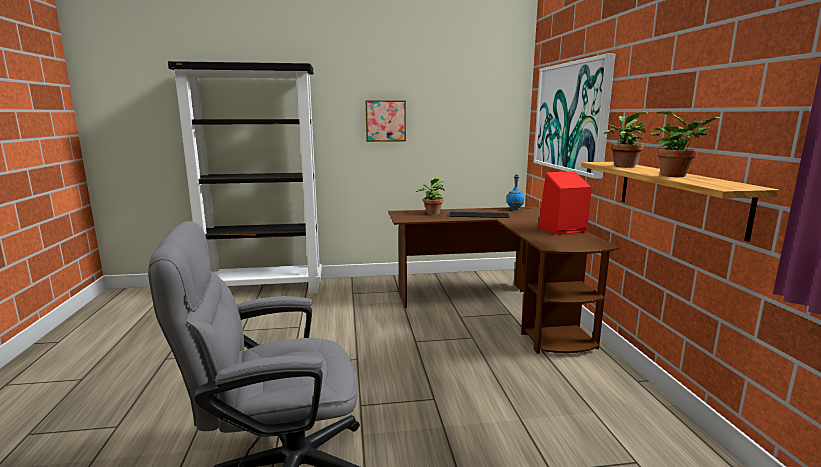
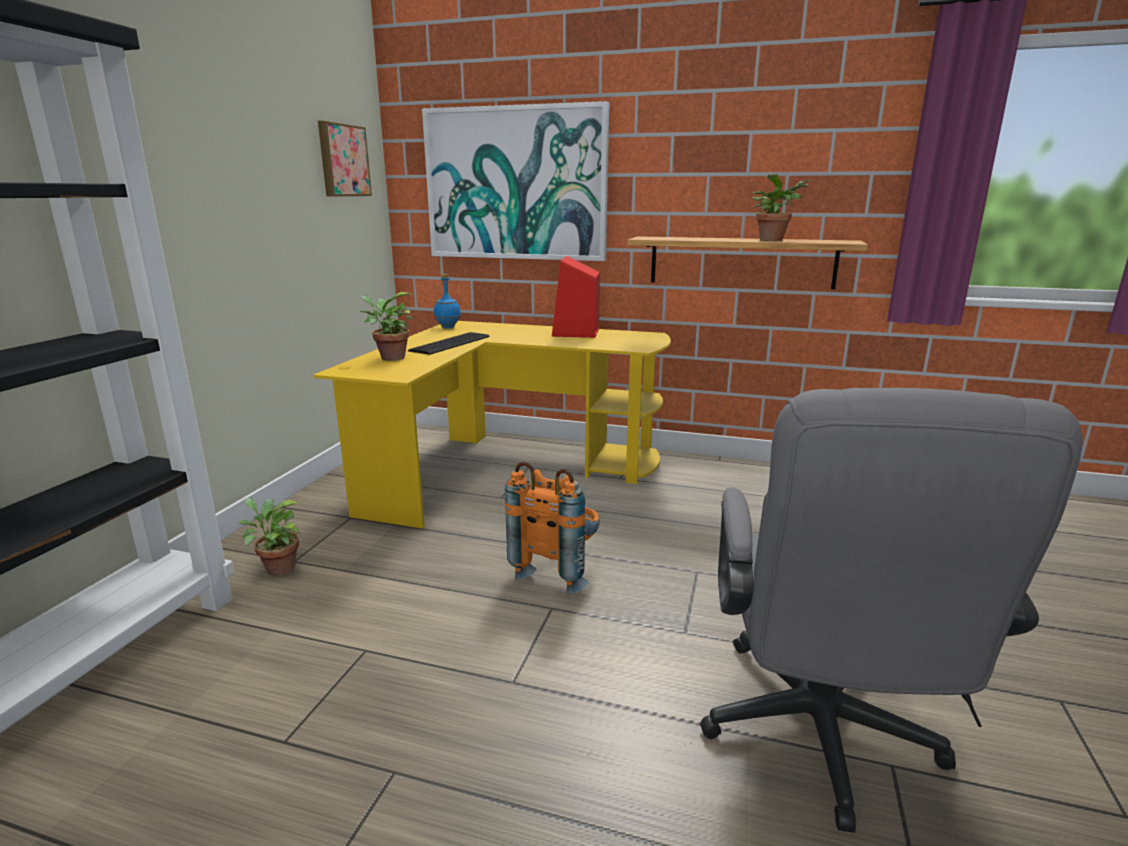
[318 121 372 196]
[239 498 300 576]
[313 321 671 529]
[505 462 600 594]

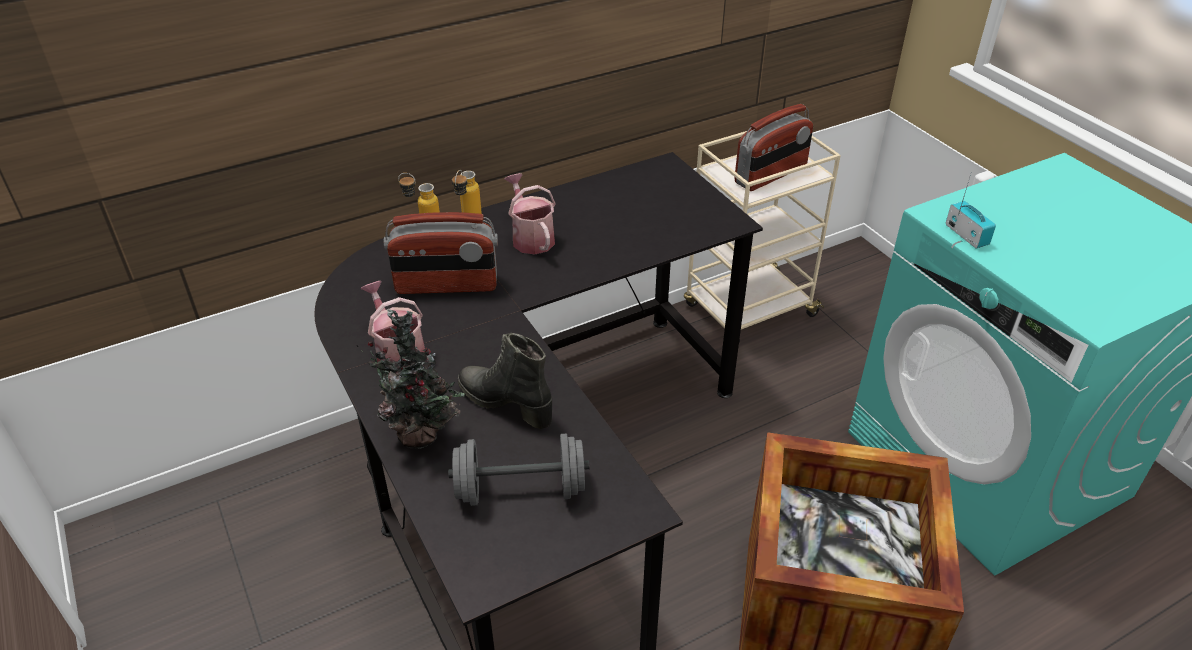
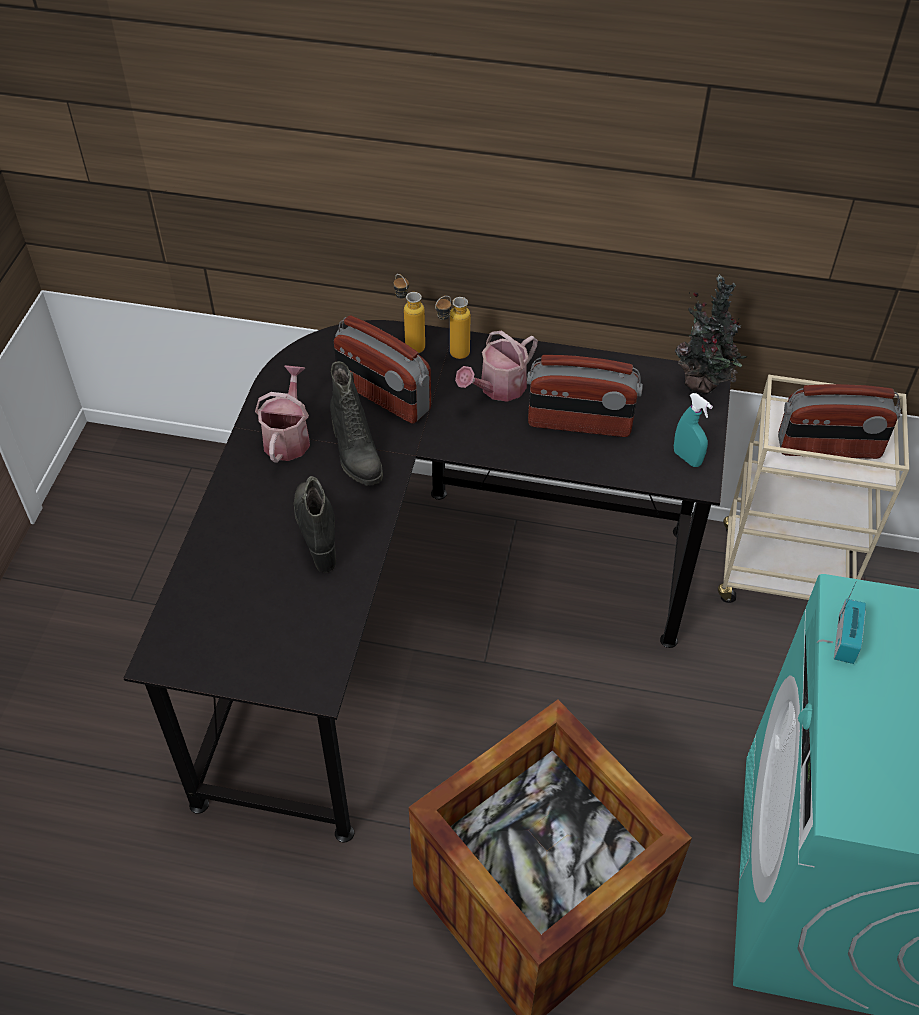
[455 331 538 402]
[675 274 747 395]
[448 434 589 506] (first image)
[527 355 643 437]
[330 361 383 486]
[674 393 713 467]

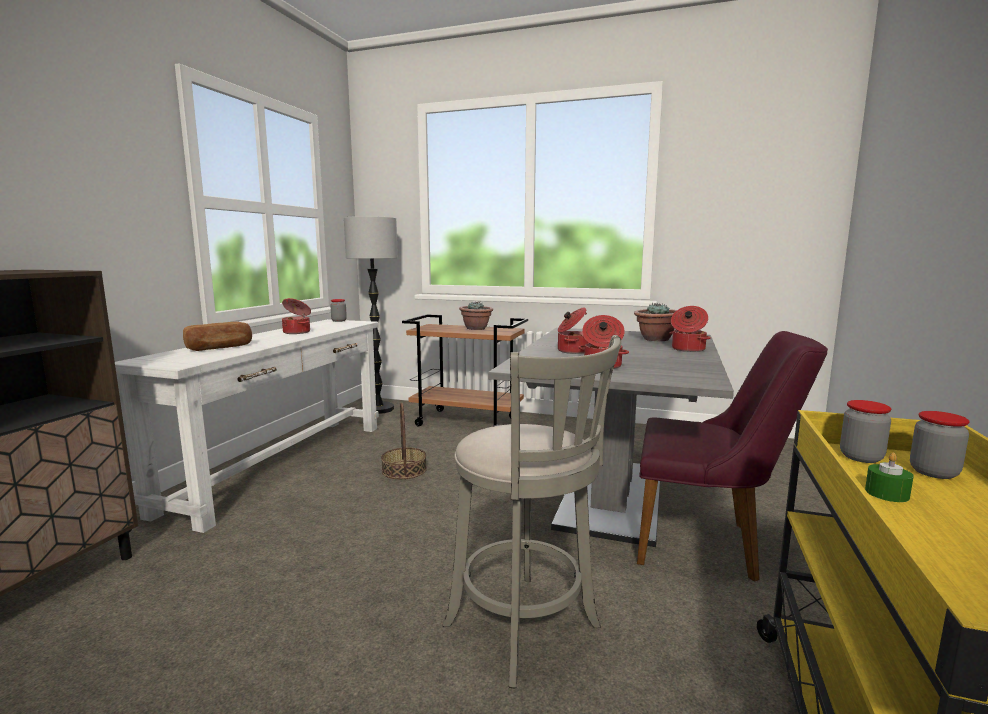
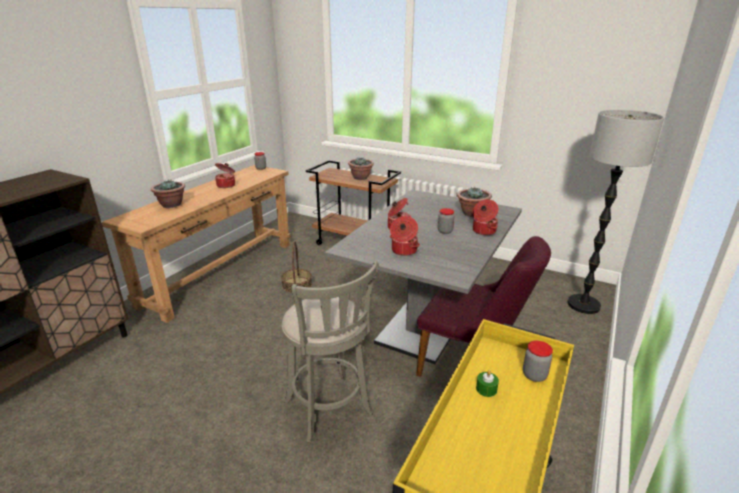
[567 110 664 314]
[102 165 291 323]
[151 179 185 208]
[438 208 454 234]

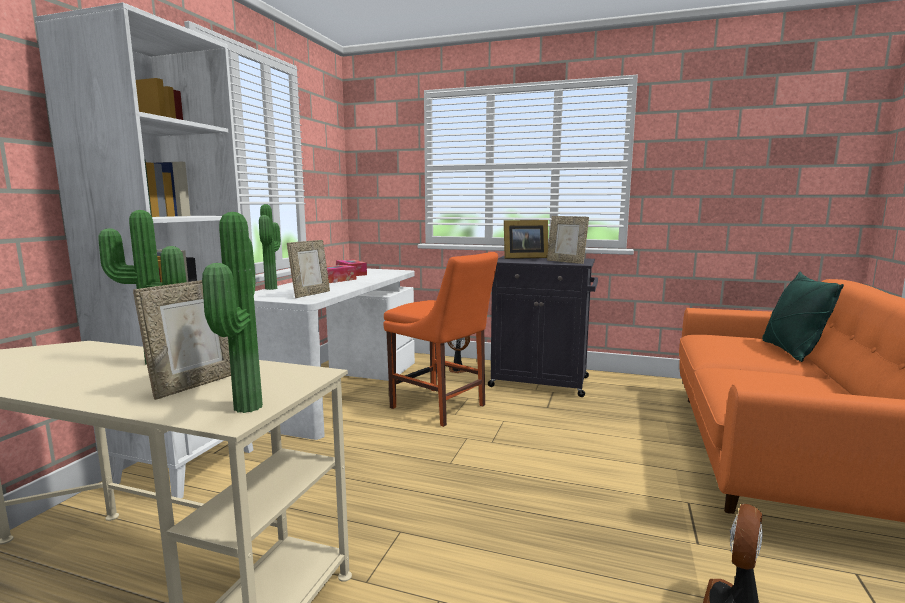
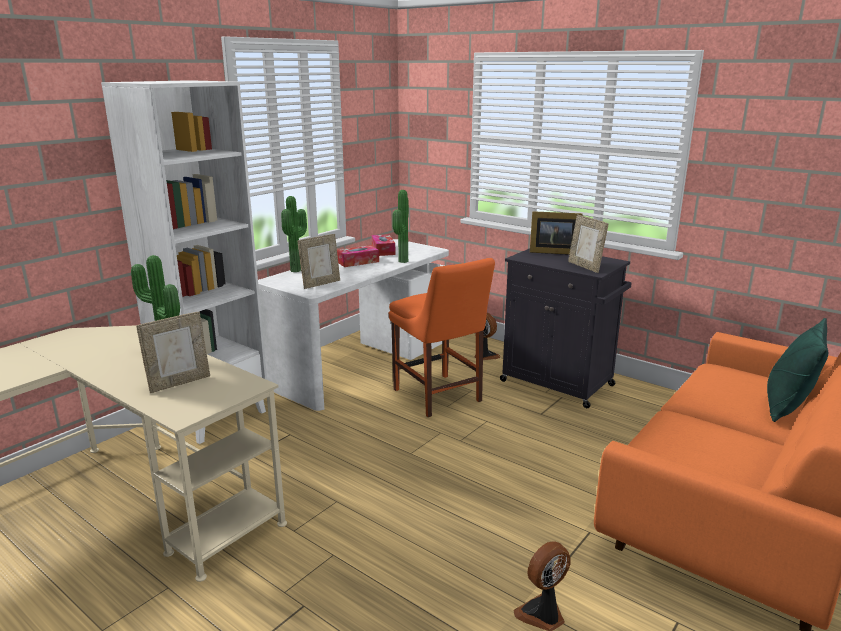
[392 190 409 263]

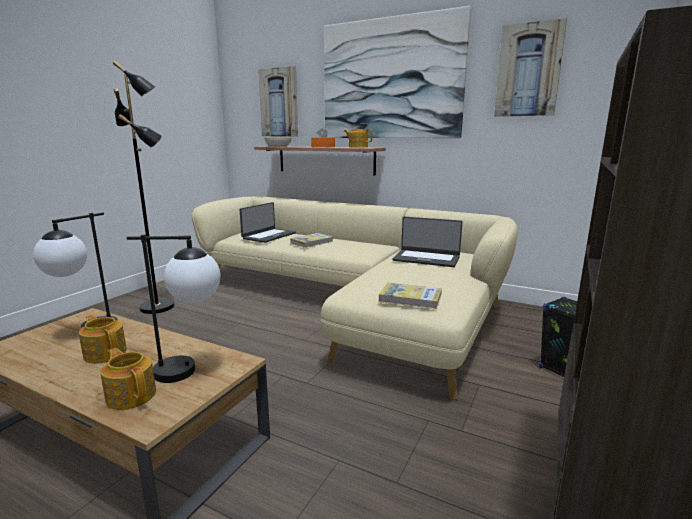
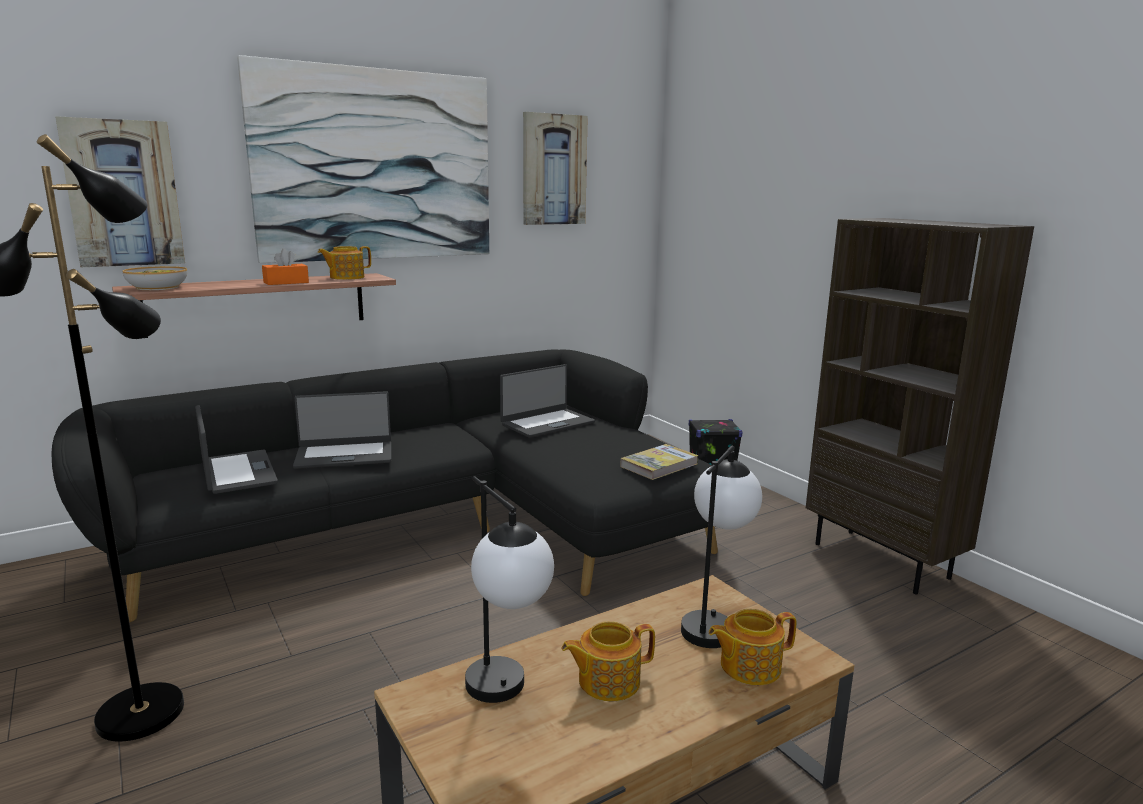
[51 350 718 622]
[293 391 391 469]

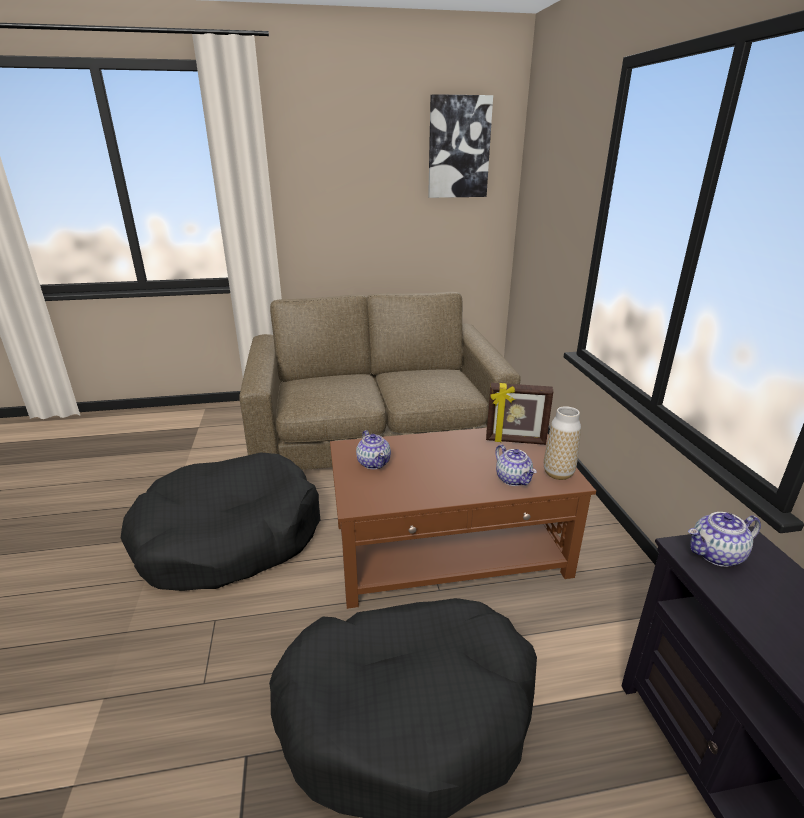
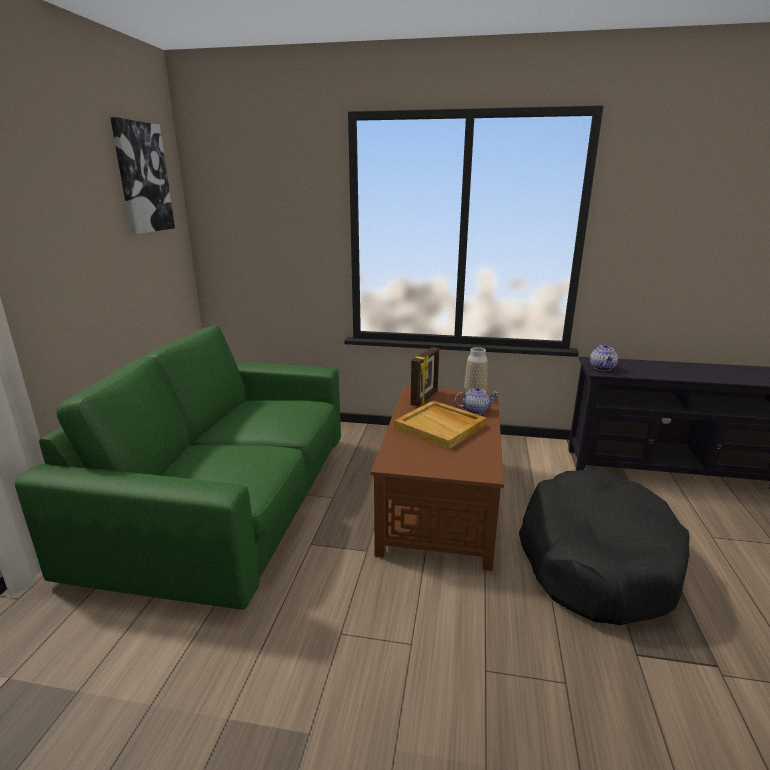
[15 326 341 610]
[356 430 391 469] (first image)
[121 452 321 591] (first image)
[394 400 486 450]

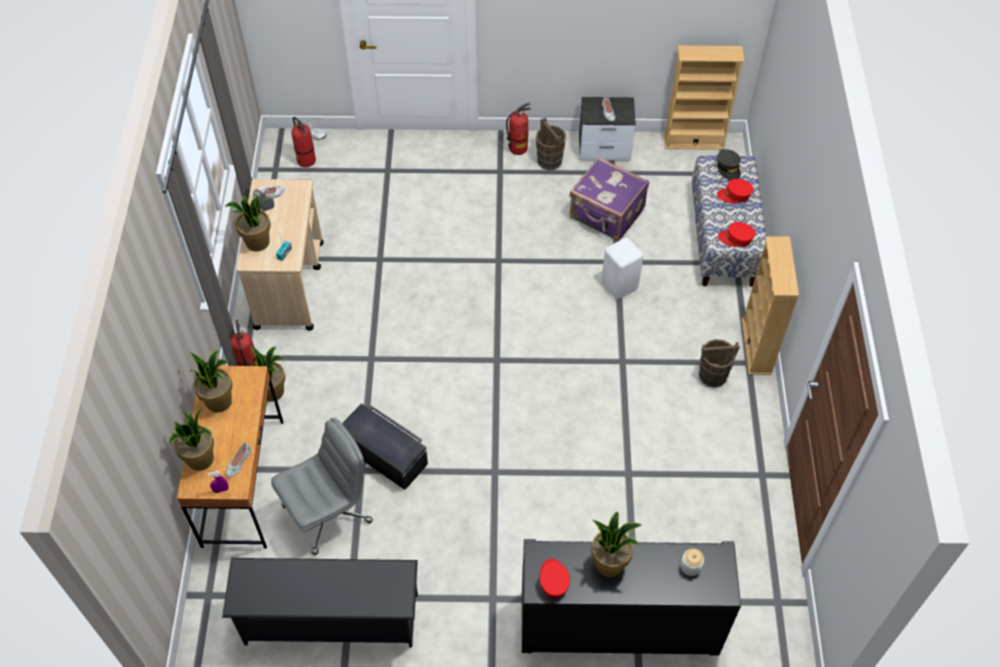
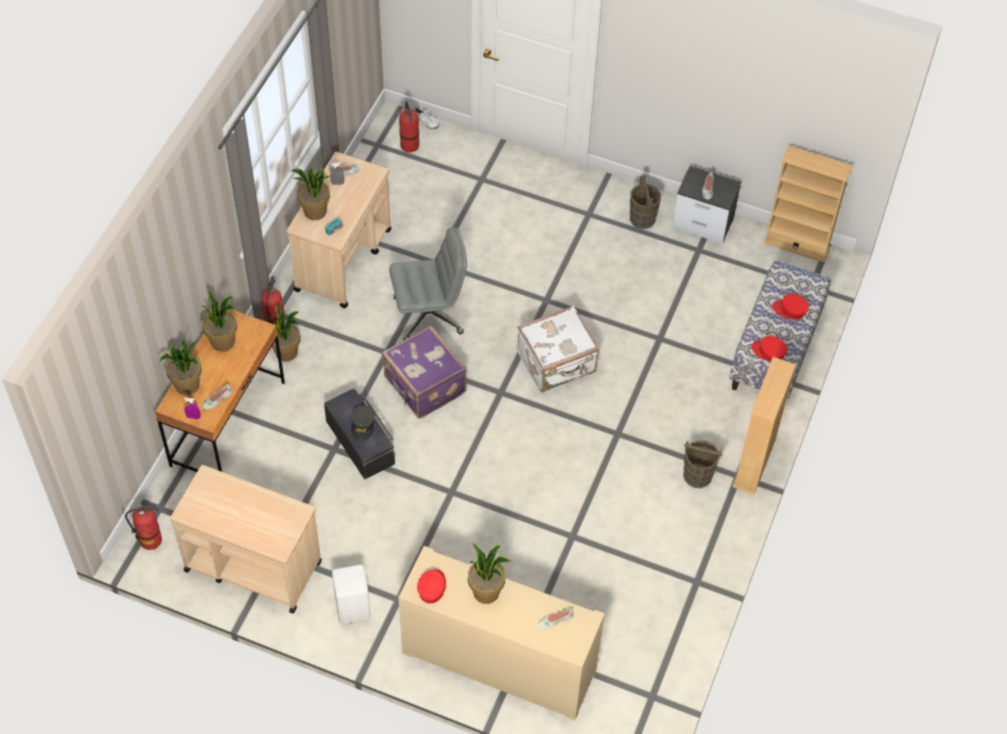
[125 504 162 550]
[351 405 375 442]
[382 326 467 419]
[332 565 371 624]
[389 227 467 341]
[398 546 605 720]
[538 608 574 629]
[170 465 322 613]
[517 305 599 392]

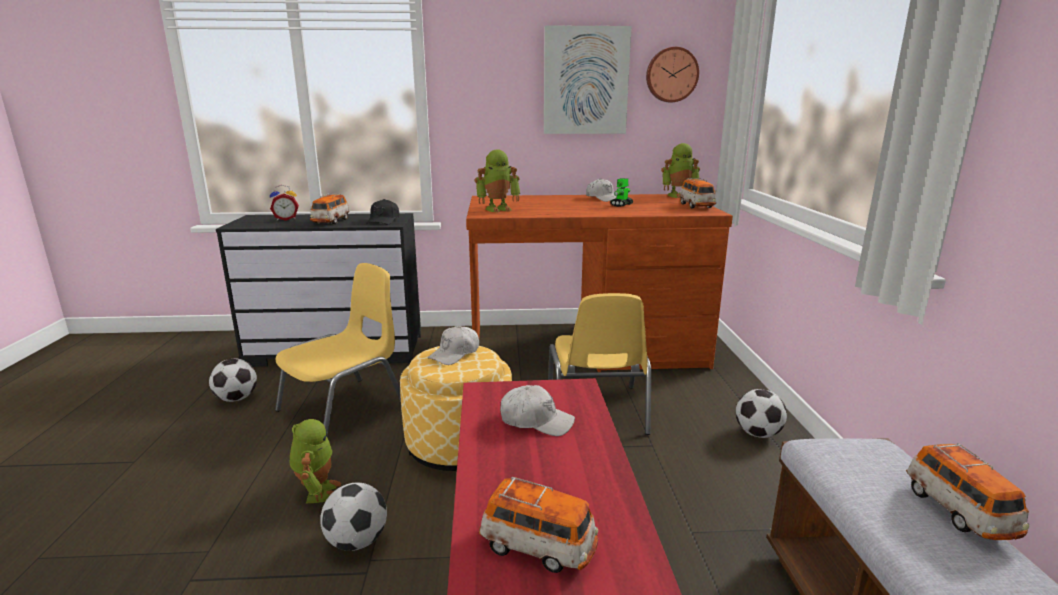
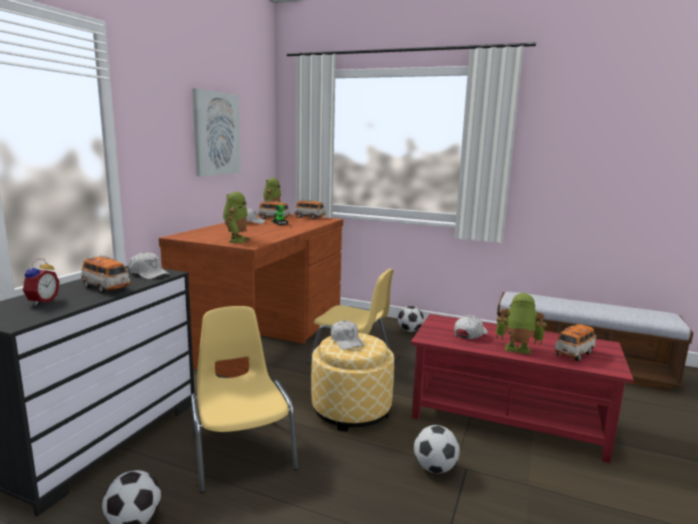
[646 47 699 102] (first image)
[128 252 170 279]
[496 293 547 355]
[258 200 290 219]

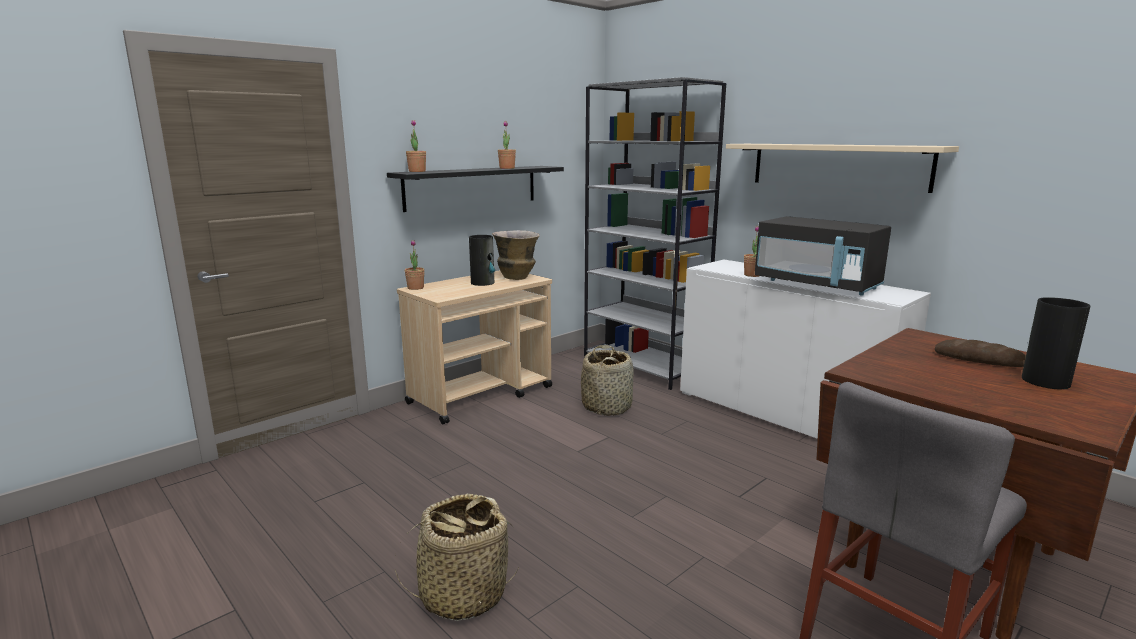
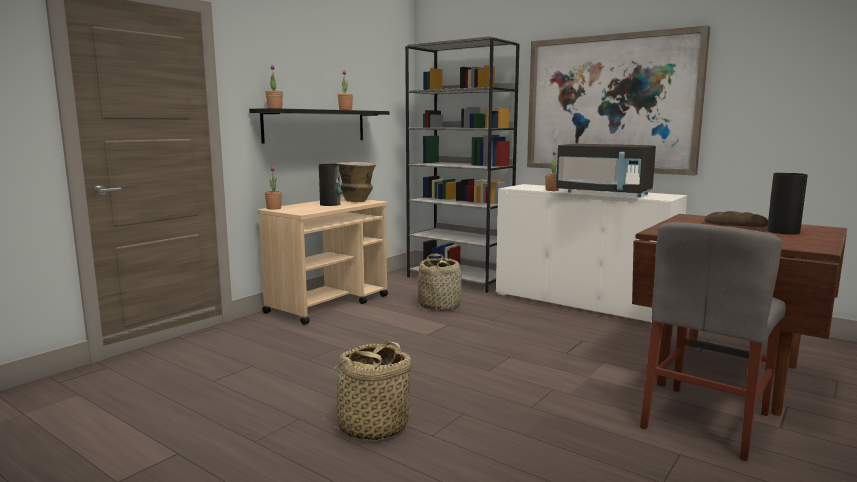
[527 25 710 175]

